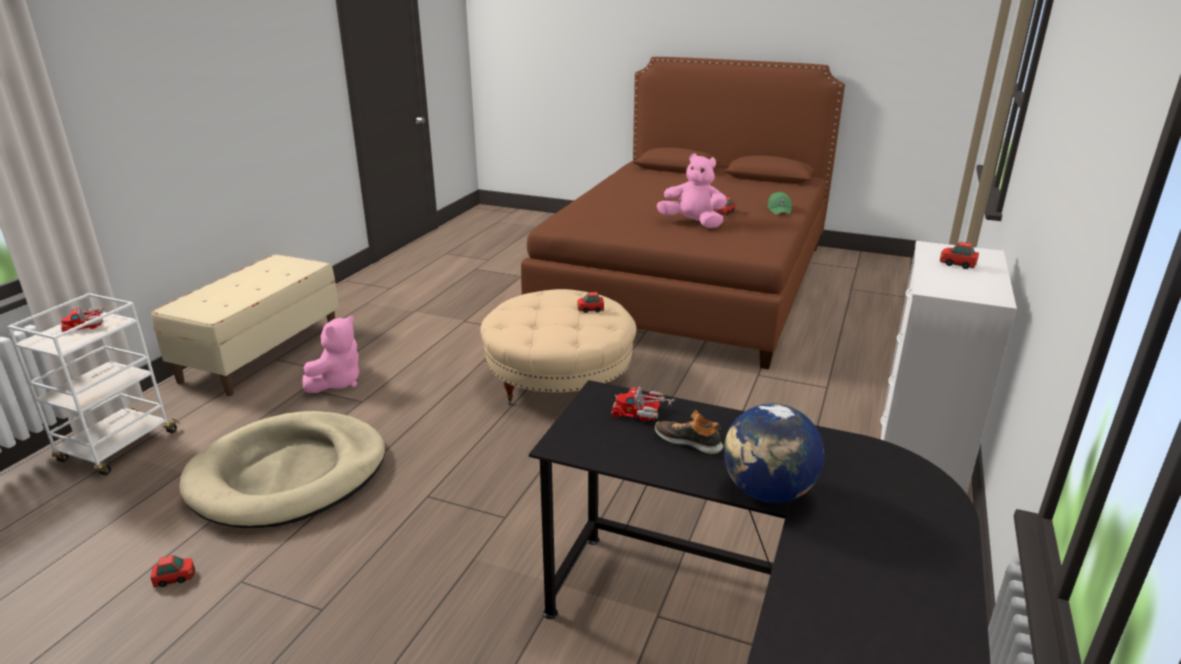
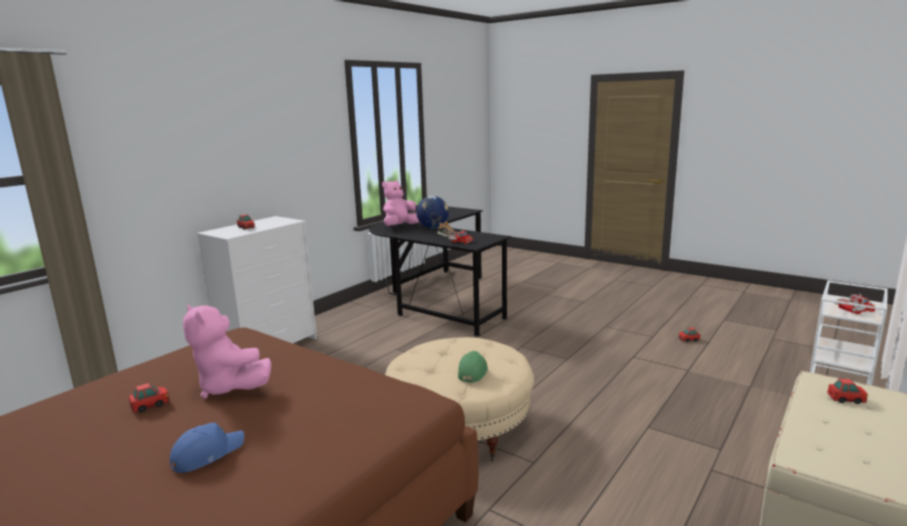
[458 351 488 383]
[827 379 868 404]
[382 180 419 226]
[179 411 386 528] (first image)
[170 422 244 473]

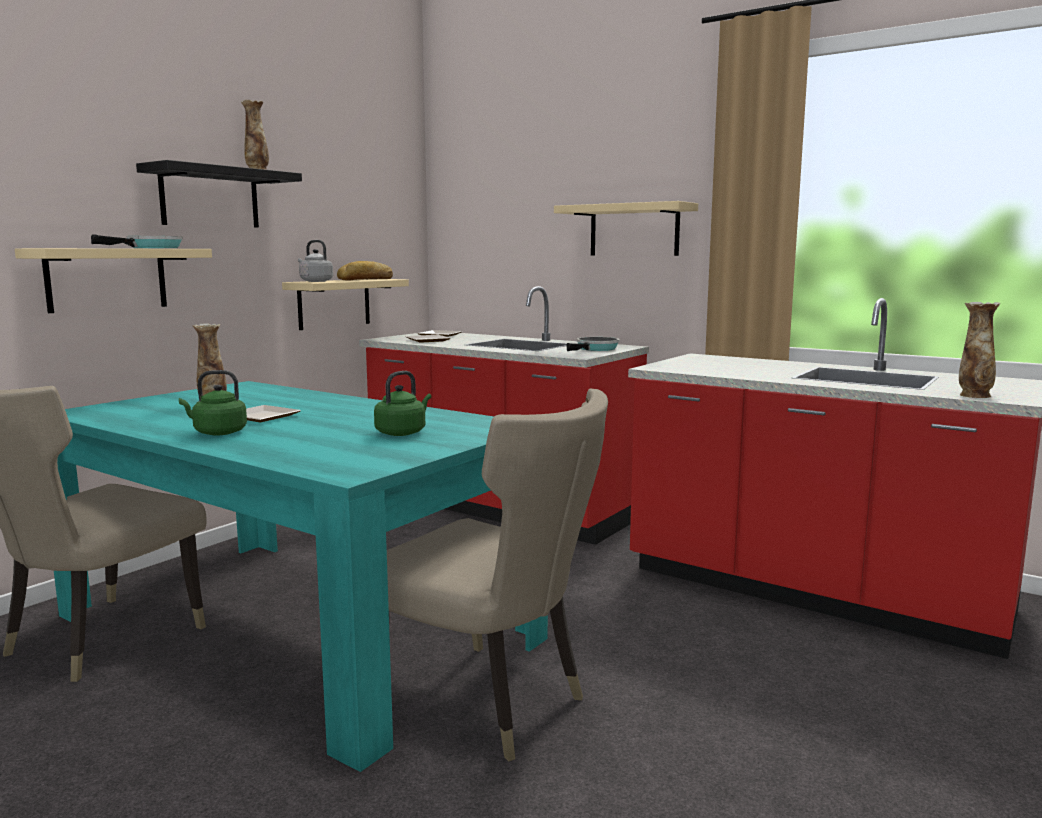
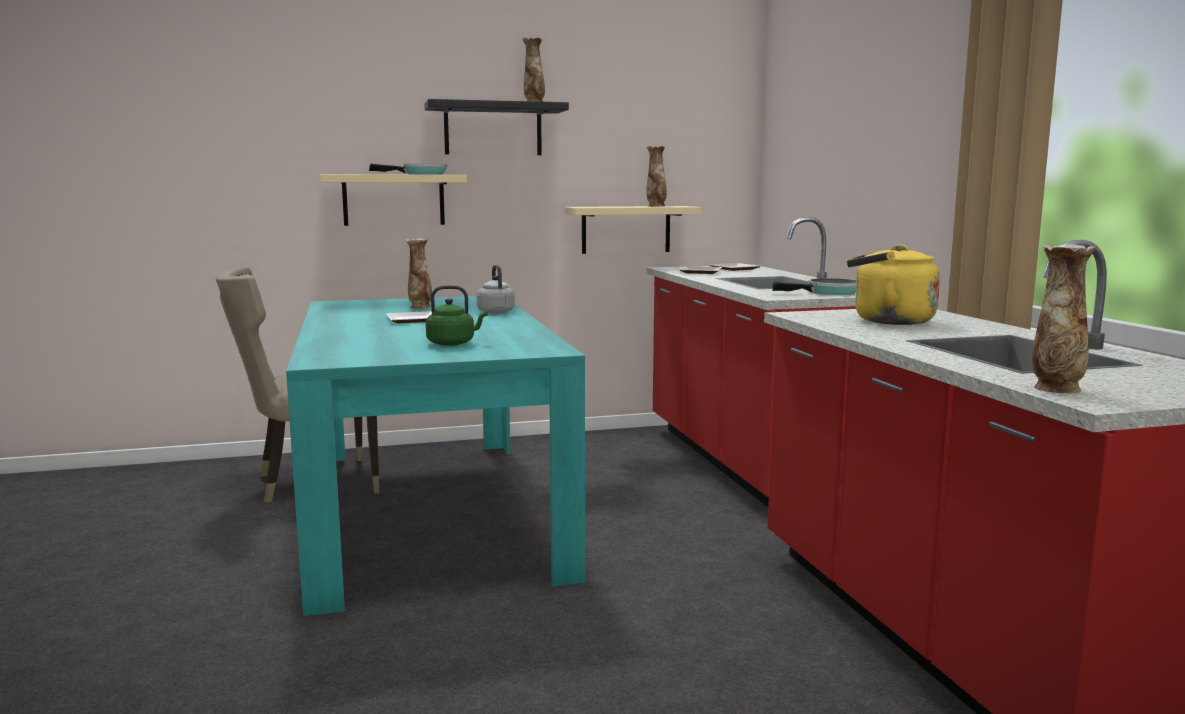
[554 201 698 256] (first image)
[477 265 515 313]
[646 146 667 207]
[179 370 247 435] (first image)
[387 389 608 762] (first image)
[847 244 940 325]

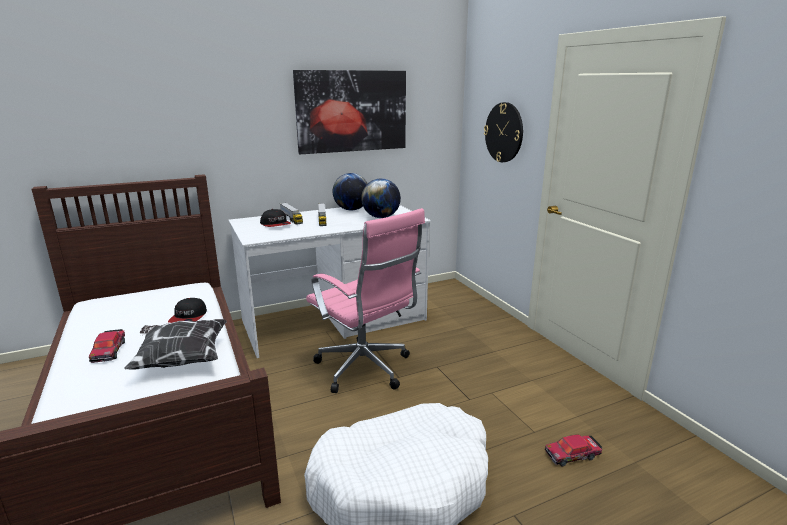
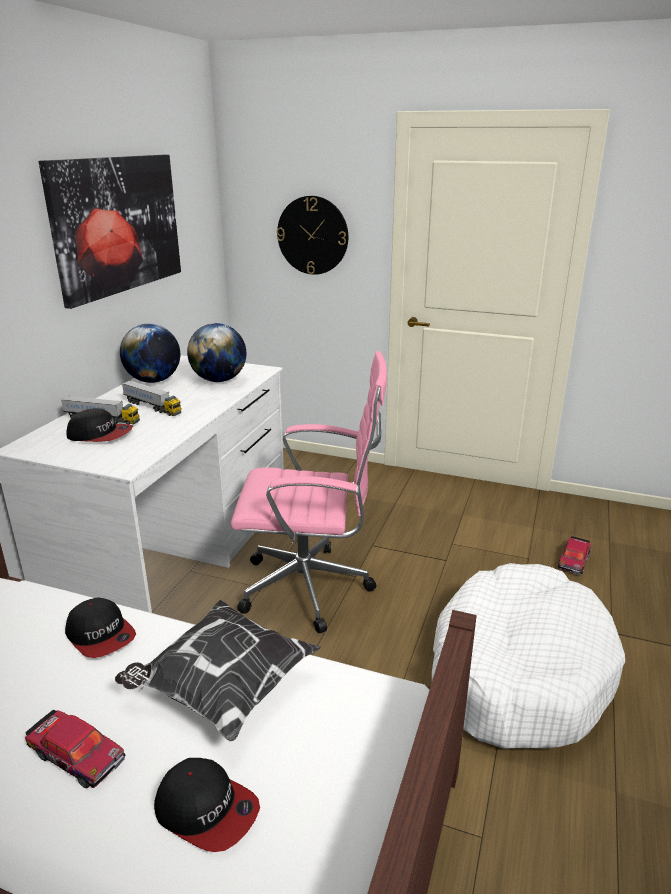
[154 758 260 852]

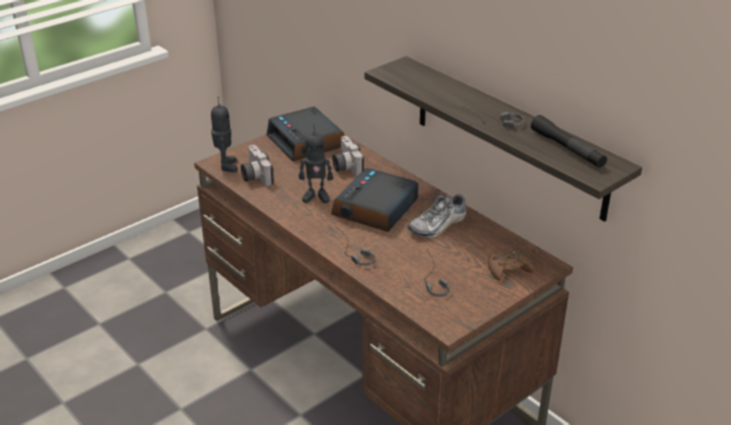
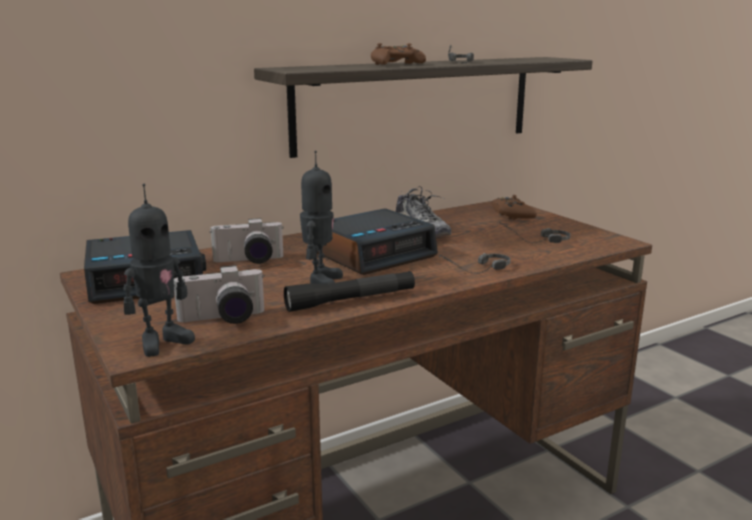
[123 184 195 357]
[284 271 415 312]
[317 209 438 275]
[371 43 426 65]

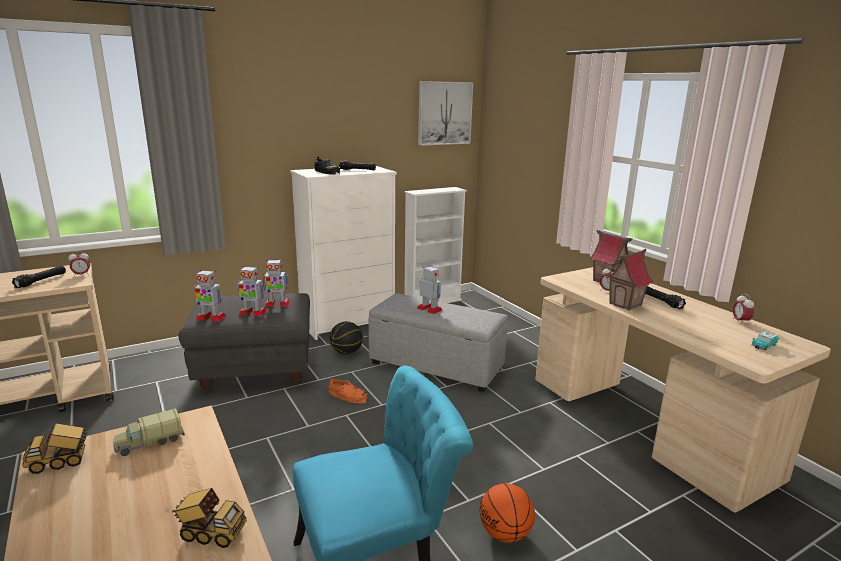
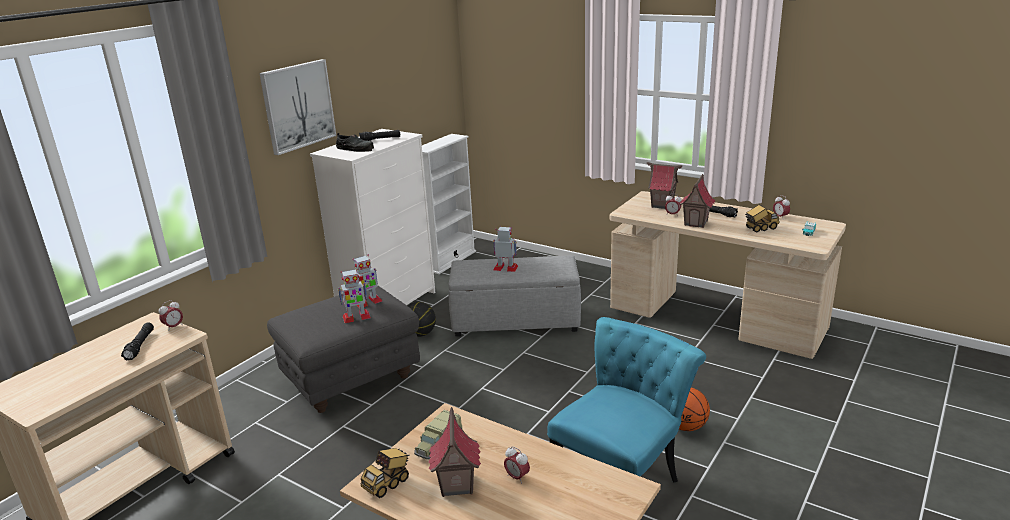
[259 59 336 155]
[194 270 226 322] (first image)
[328 377 368 403] (first image)
[745 205 779 232]
[428 407 481 497]
[504 446 530 484]

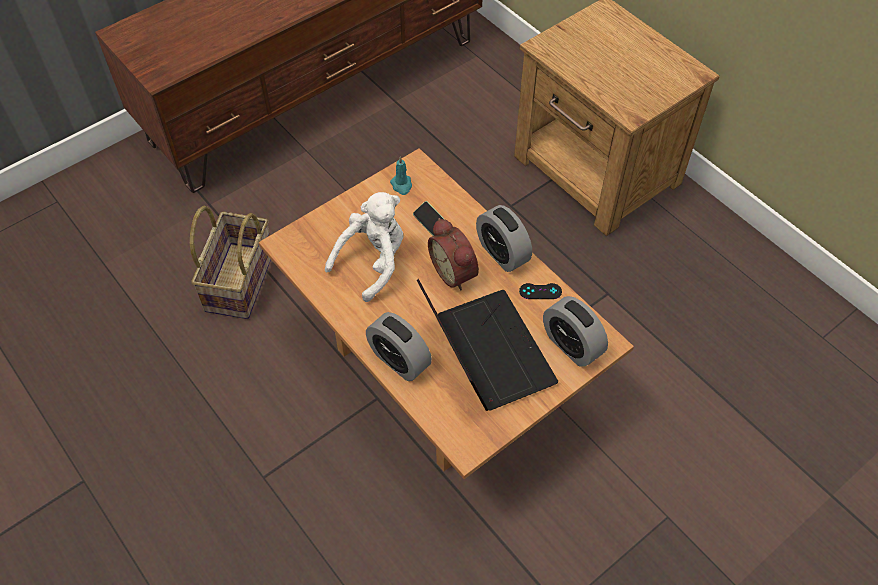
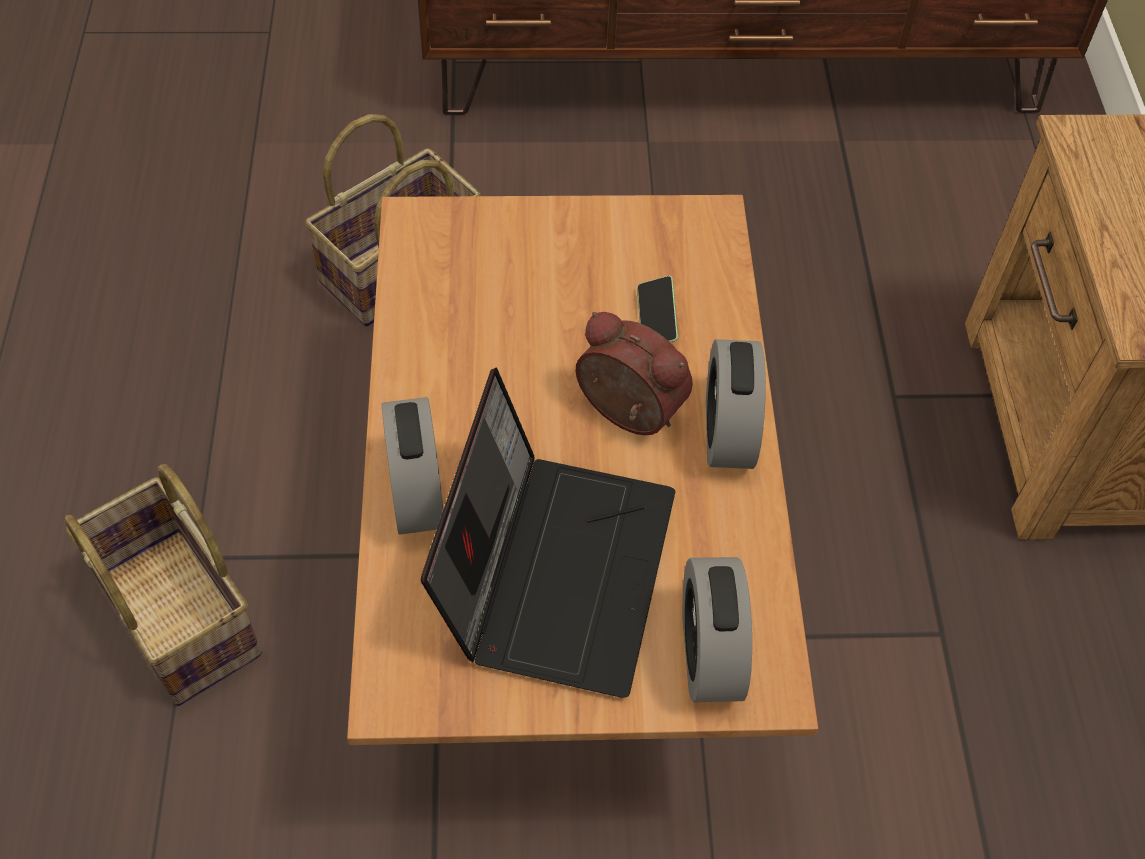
[390 156 412 195] (first image)
[325 192 403 302] (first image)
[576 312 693 435]
[519 283 562 299] (first image)
[65 464 262 706]

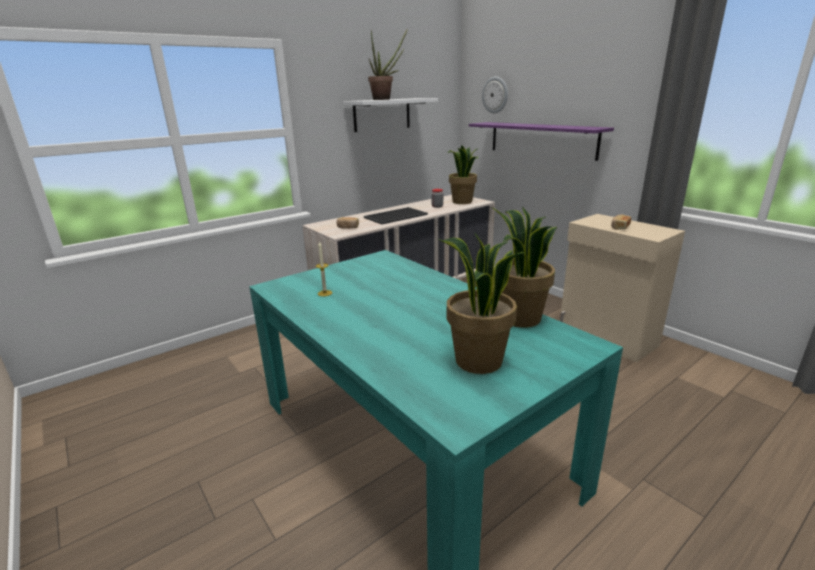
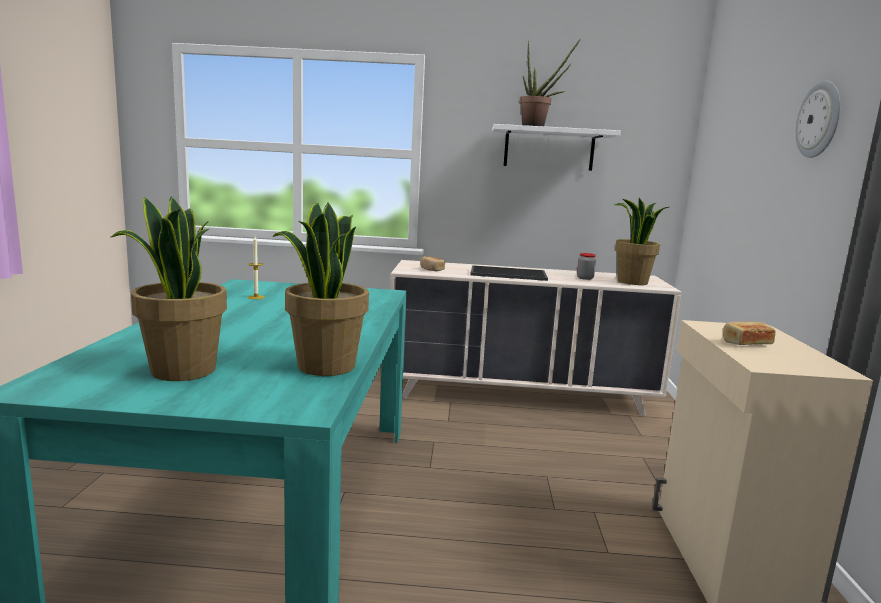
[795 81 841 158]
[469 122 614 161] (first image)

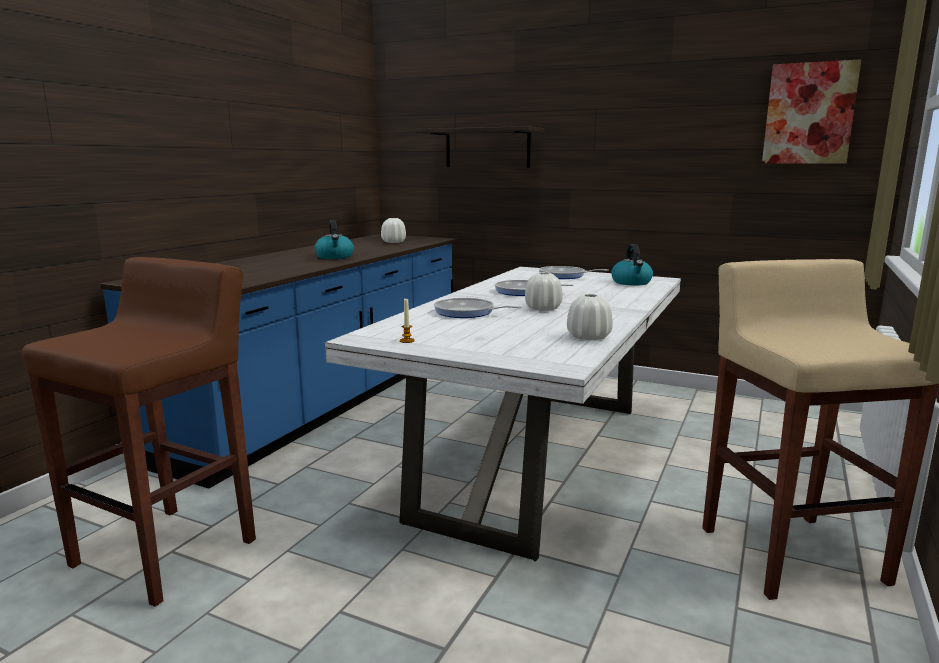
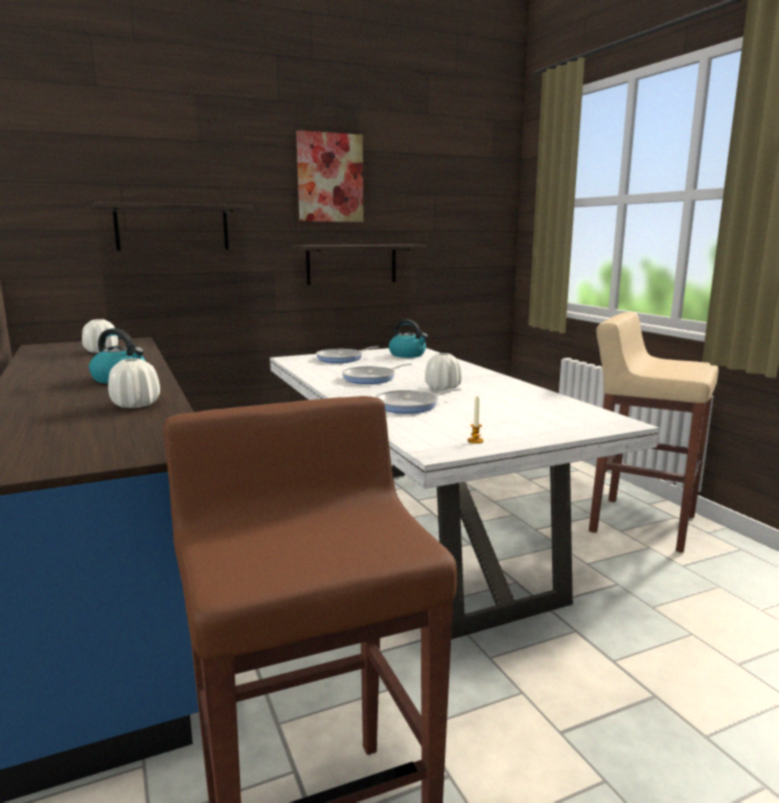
[296 130 363 222]
[108 358 160 408]
[292 244 427 285]

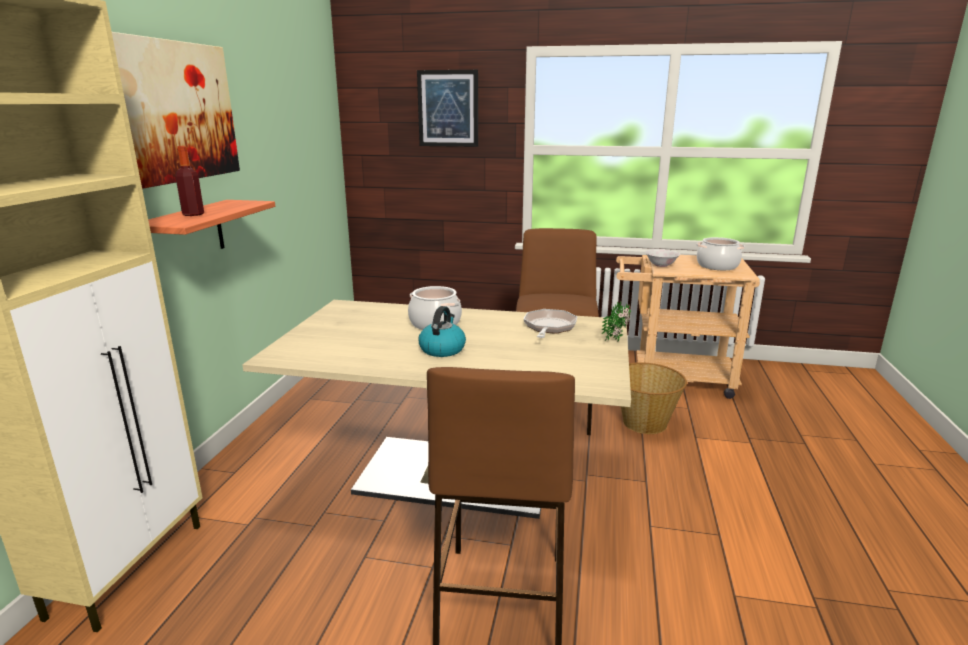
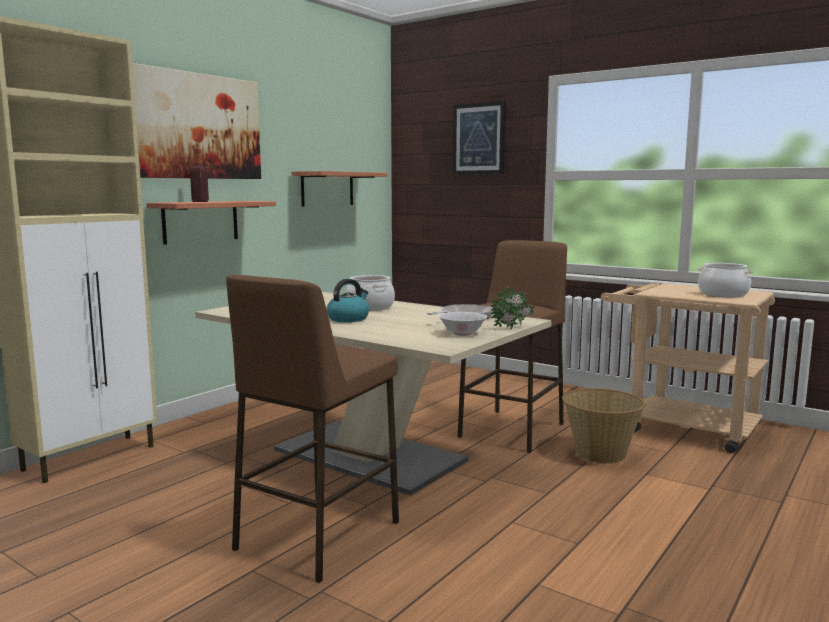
[438 312 487 336]
[291 171 388 207]

